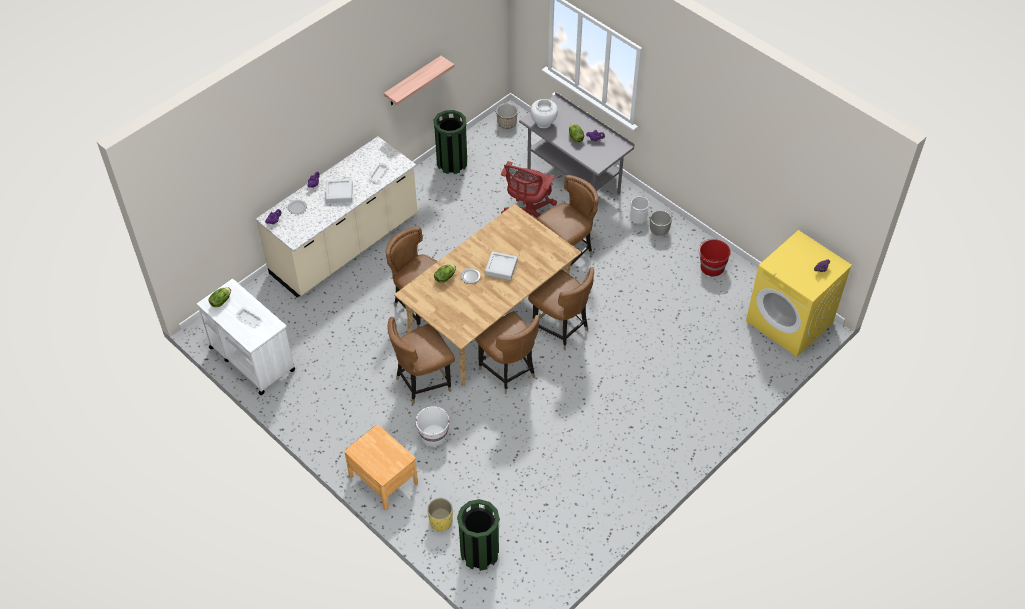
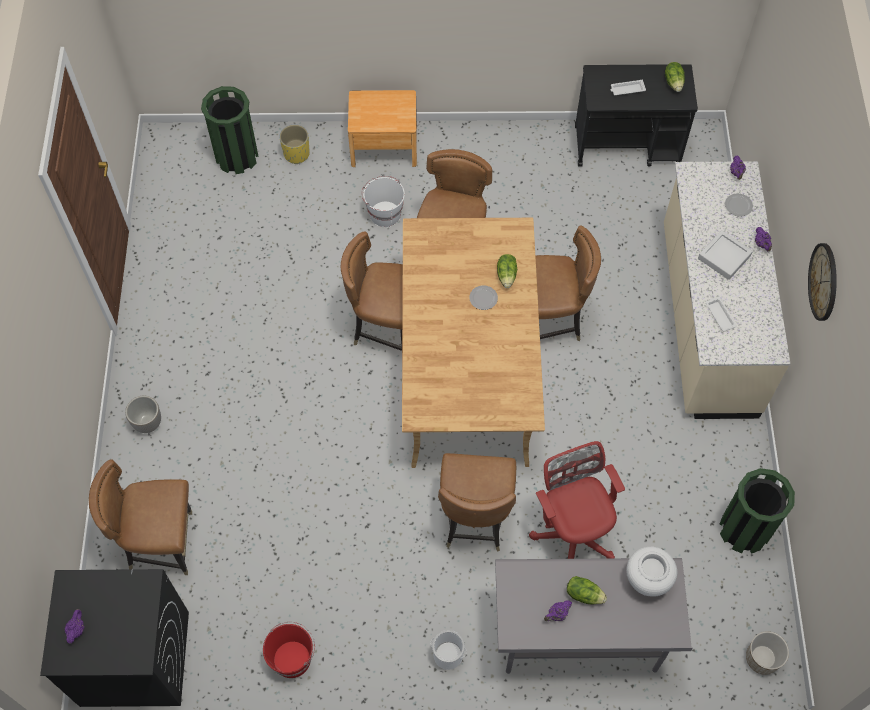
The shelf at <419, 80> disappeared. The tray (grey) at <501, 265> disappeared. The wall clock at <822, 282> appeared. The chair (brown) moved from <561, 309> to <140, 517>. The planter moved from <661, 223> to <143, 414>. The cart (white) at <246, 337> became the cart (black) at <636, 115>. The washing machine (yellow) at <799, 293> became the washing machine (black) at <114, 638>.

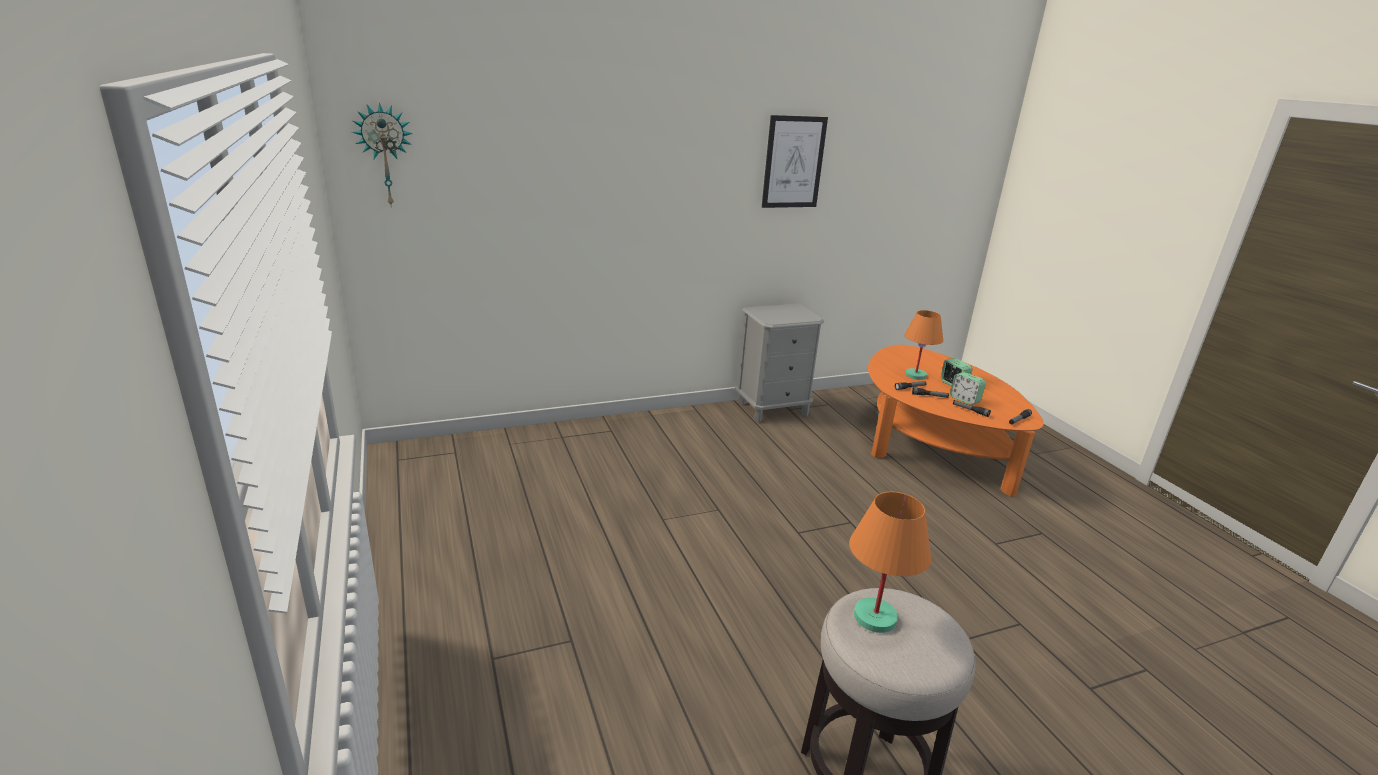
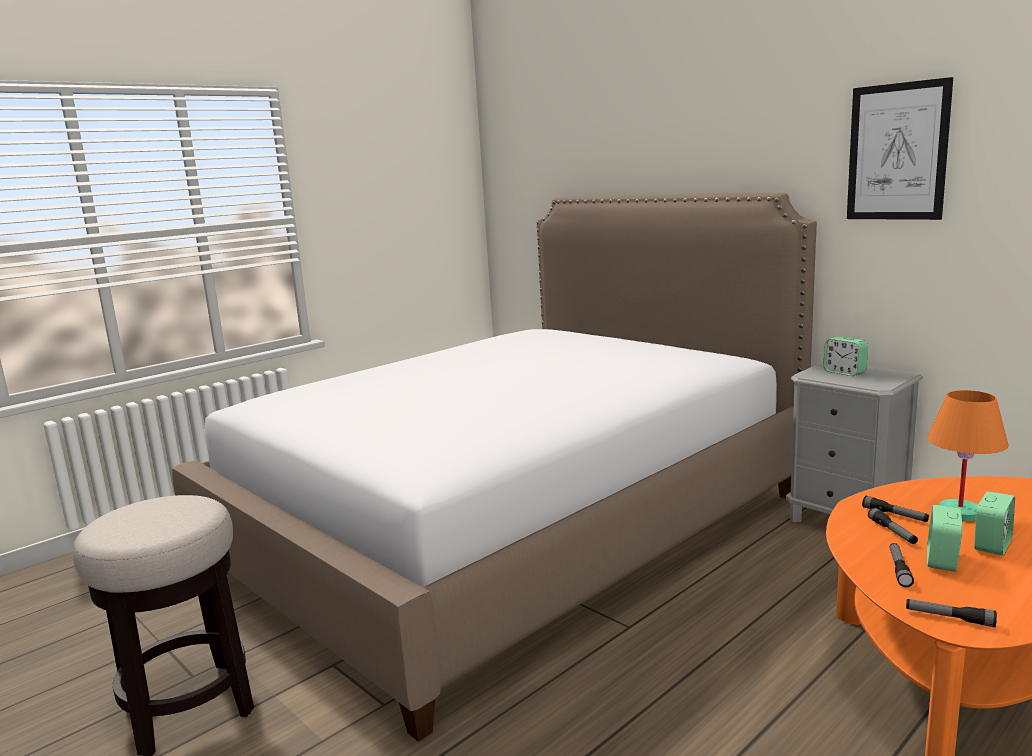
The wall clock at <382, 155> disappeared. The table lamp (orange) at <890, 562> disappeared. The bed at <494, 467> appeared. The alarm clock at <845, 356> appeared.

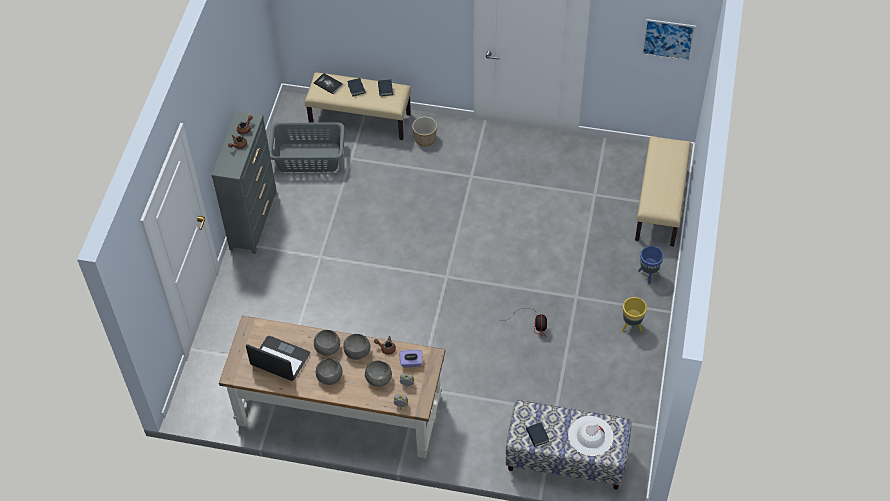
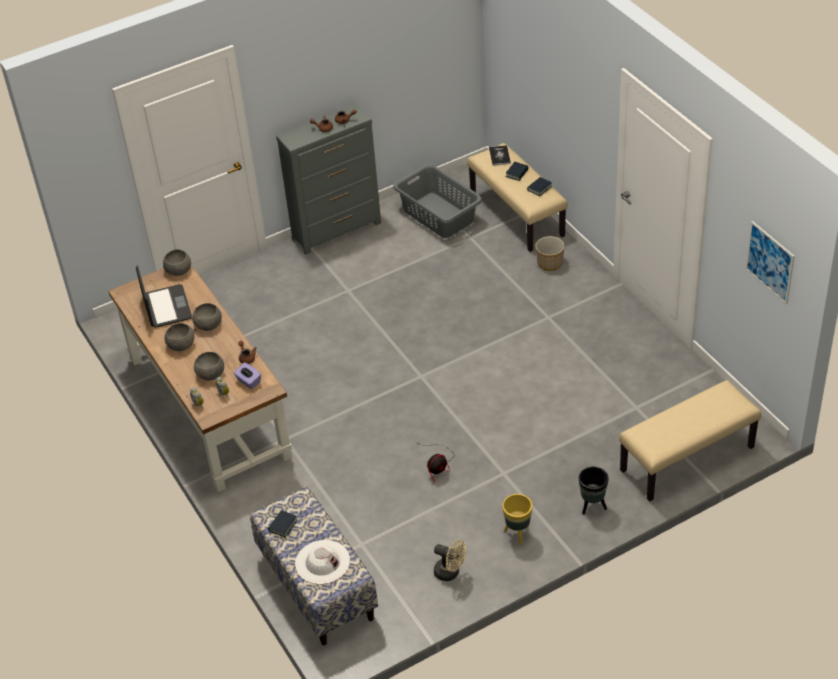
The fan (beige) at <450, 560> appeared. The bowl (grey) moved from <357, 347> to <177, 262>. The planter (blue) at <651, 265> became the planter (black) at <593, 491>.

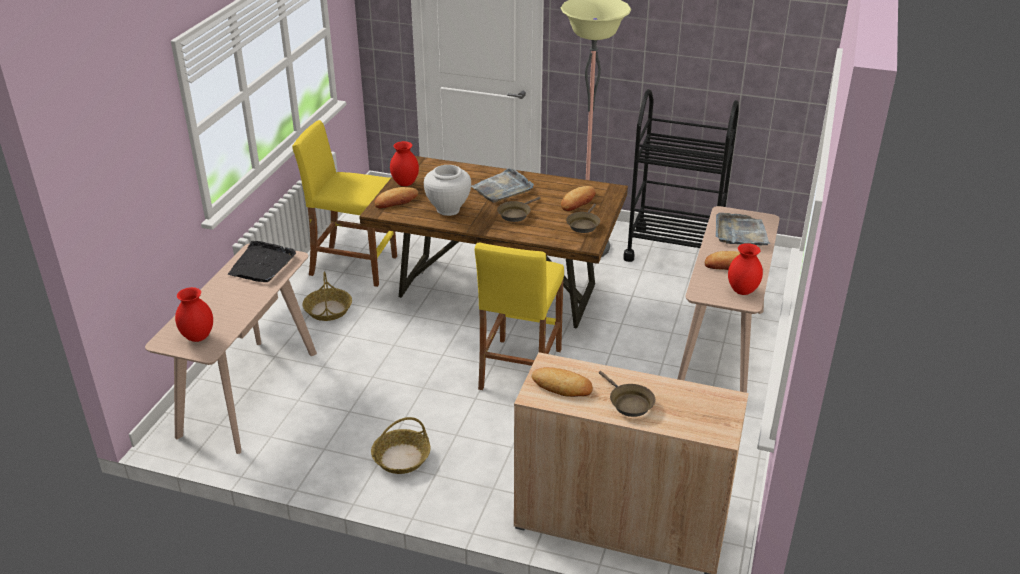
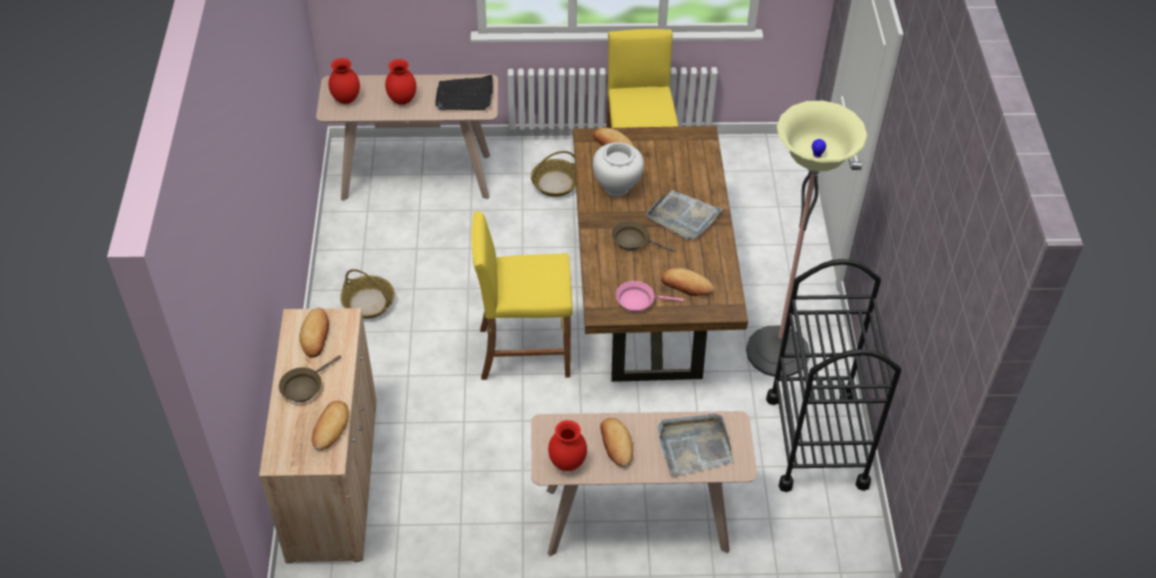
The bread at <330, 425> appeared. The vase (red) moved from <404, 163> to <400, 82>. The frying pan (brown) at <583, 218> became the frying pan (pink) at <650, 296>.

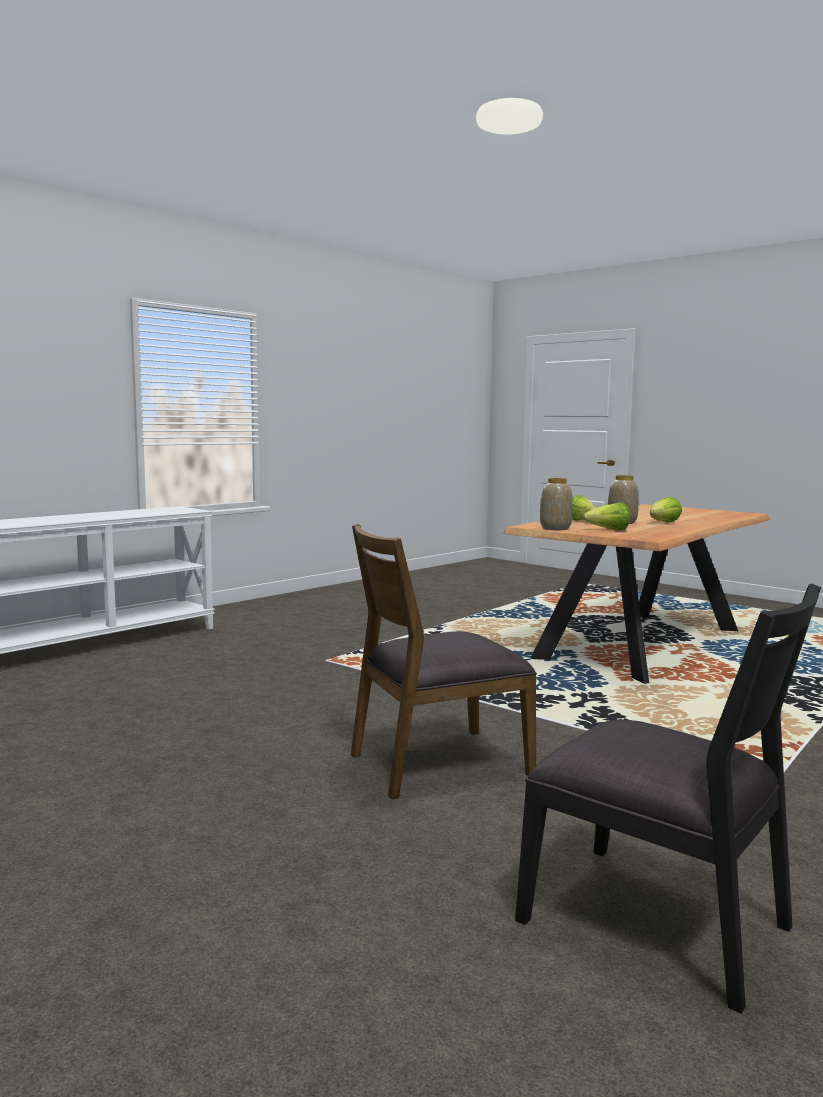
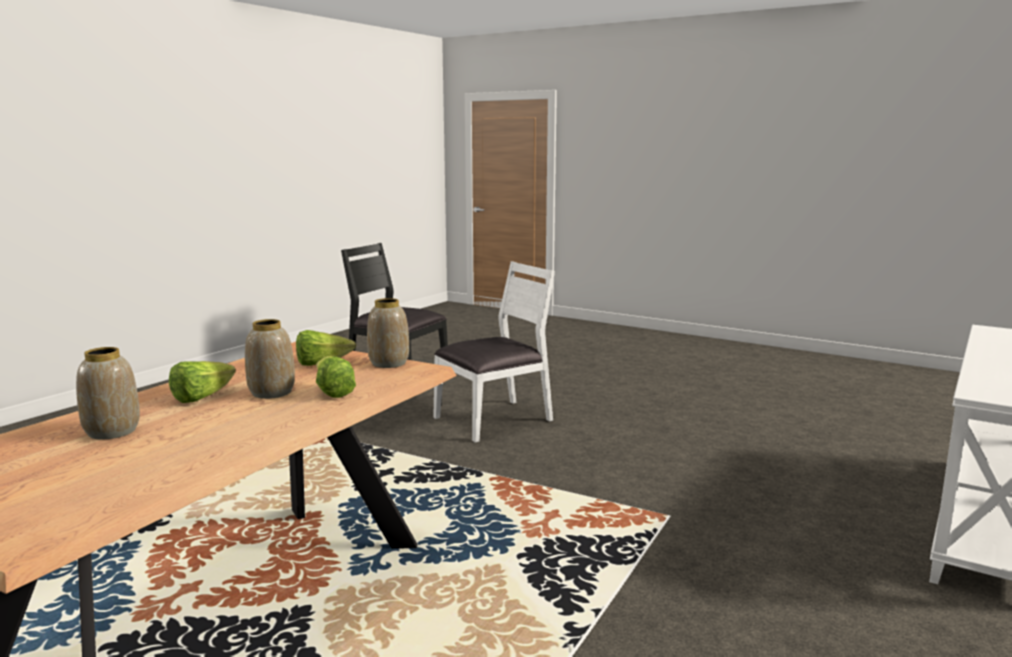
The vase at <108, 393> appeared. The chair (brown) at <444, 661> became the chair (white) at <494, 352>.

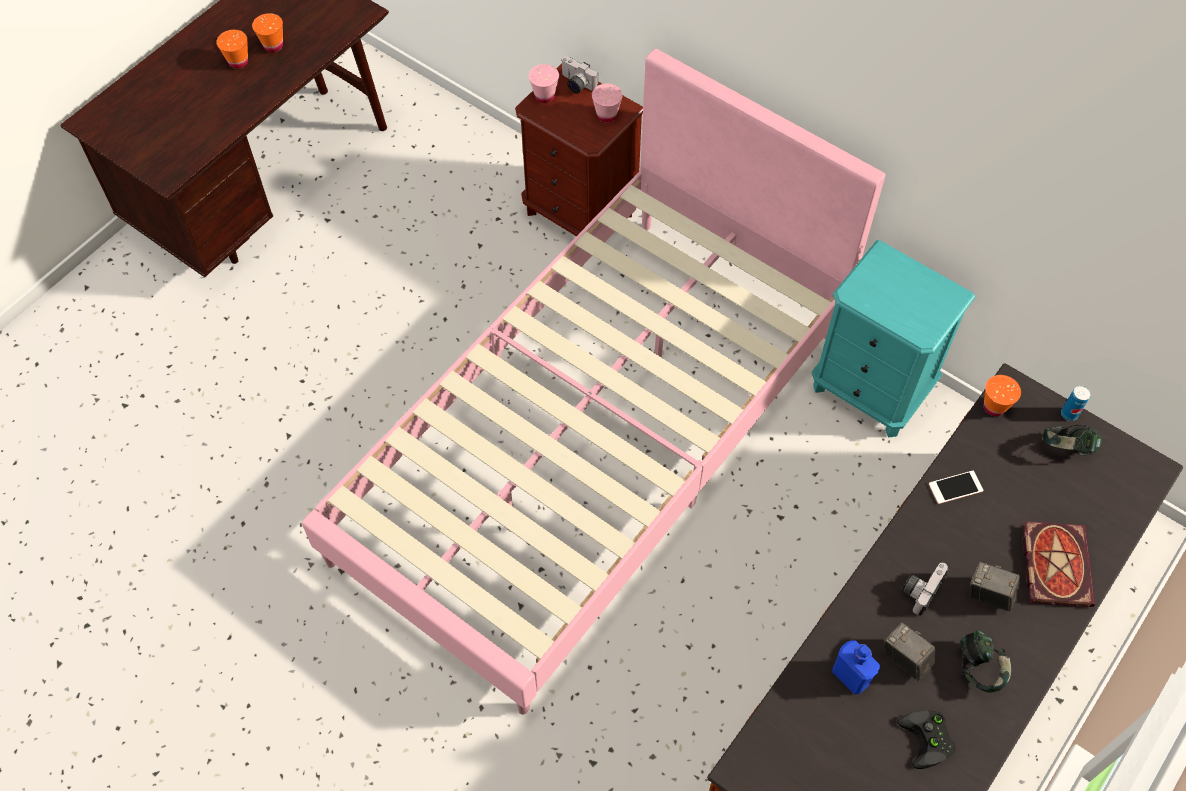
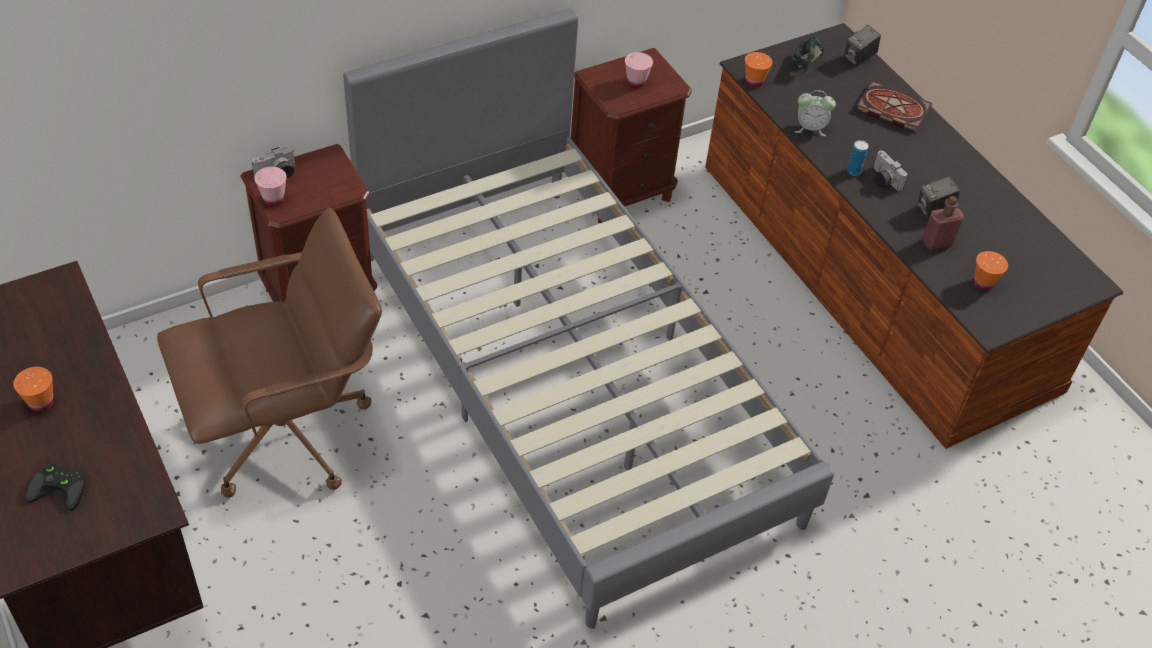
The headphones at <985, 661> disappeared. The office chair (brown) at <269, 353> appeared. The cup (orange) moved from <267, 32> to <991, 270>. The cup (pink) moved from <607, 103> to <639, 70>. The game controller (black) moved from <926, 739> to <55, 487>. The photo camera moved from <995, 587> to <862, 45>. The can moved from <1076, 403> to <858, 158>. The phone at <956, 487> was replaced by the alarm clock at <815, 113>. The bed (pink) at <594, 382> became the bed (grey) at <588, 318>. The nightstand (turquoise) at <893, 338> became the nightstand (brown) at <631, 135>. The bottle (blue) at <856, 667> became the bottle (red) at <943, 223>.

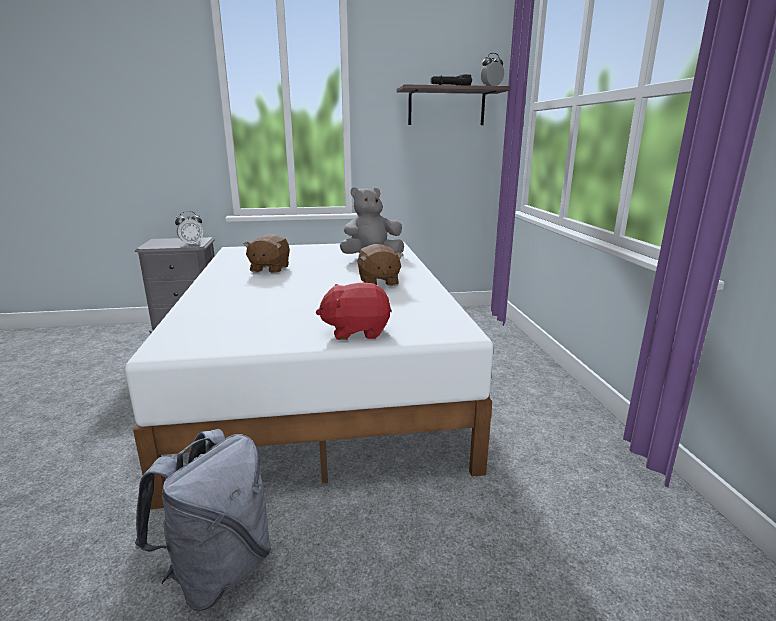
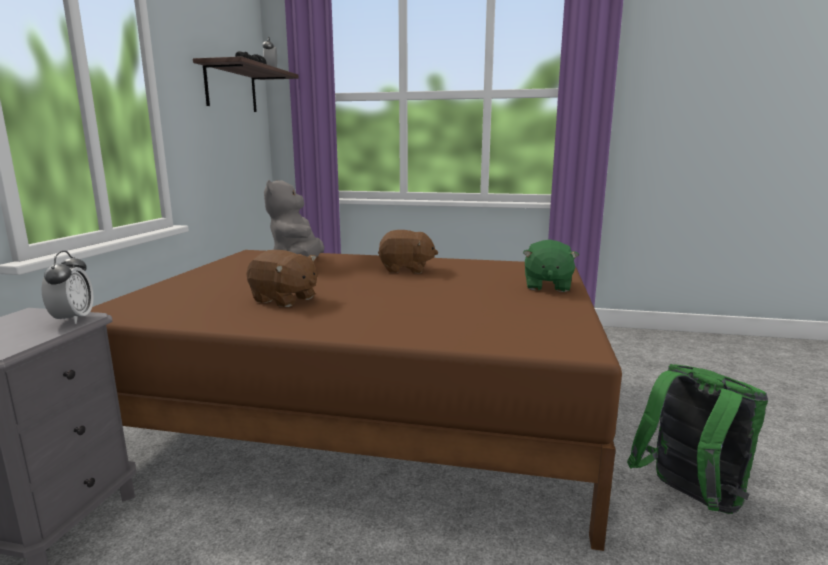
The bed (white) at <309, 375> became the bed (brown) at <356, 400>. The backpack (grey) at <203, 520> became the backpack (green) at <697, 439>. The plush toy (red) at <354, 311> became the plush toy (green) at <551, 266>.

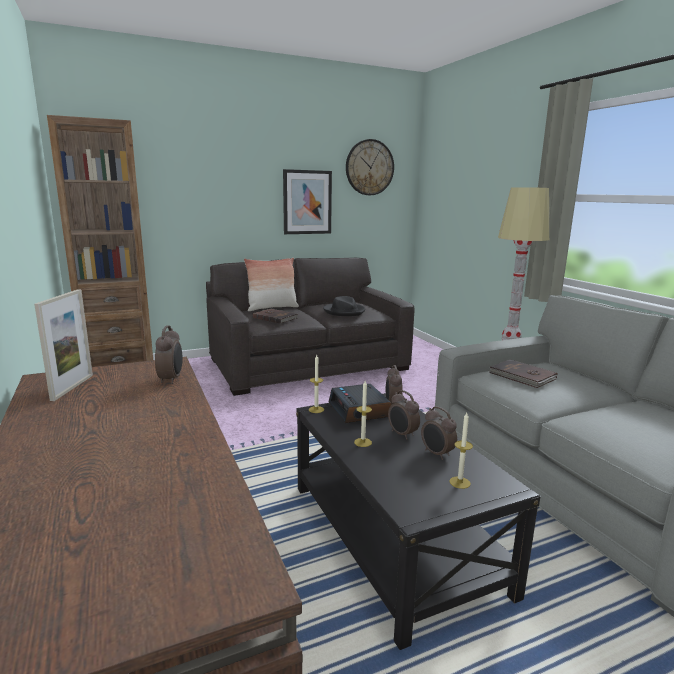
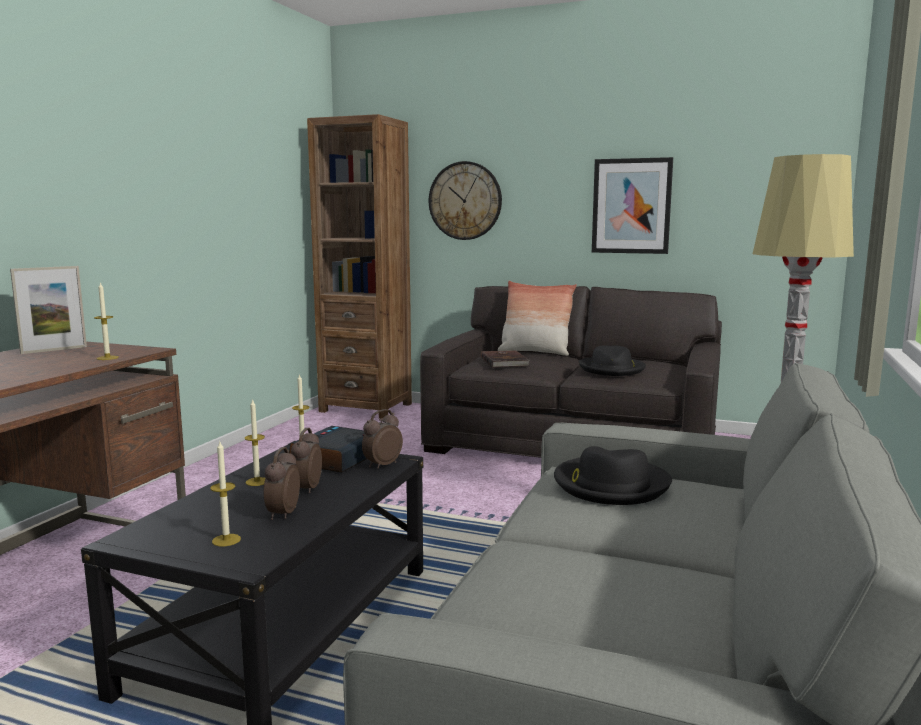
The wall clock moved from <370, 167> to <465, 200>. The alarm clock at <169, 354> was replaced by the candle at <106, 321>. The book (brown) at <523, 373> was replaced by the hat (black) at <613, 475>.

